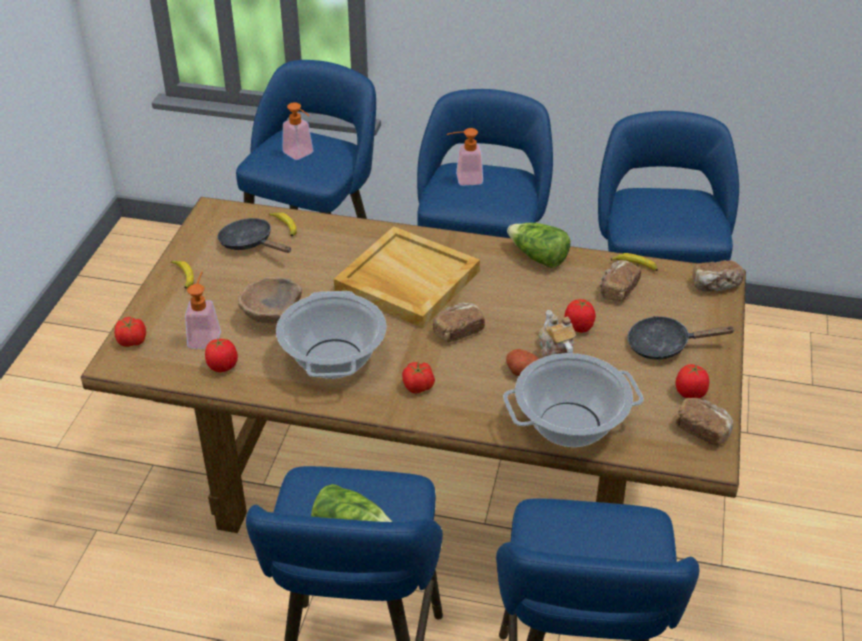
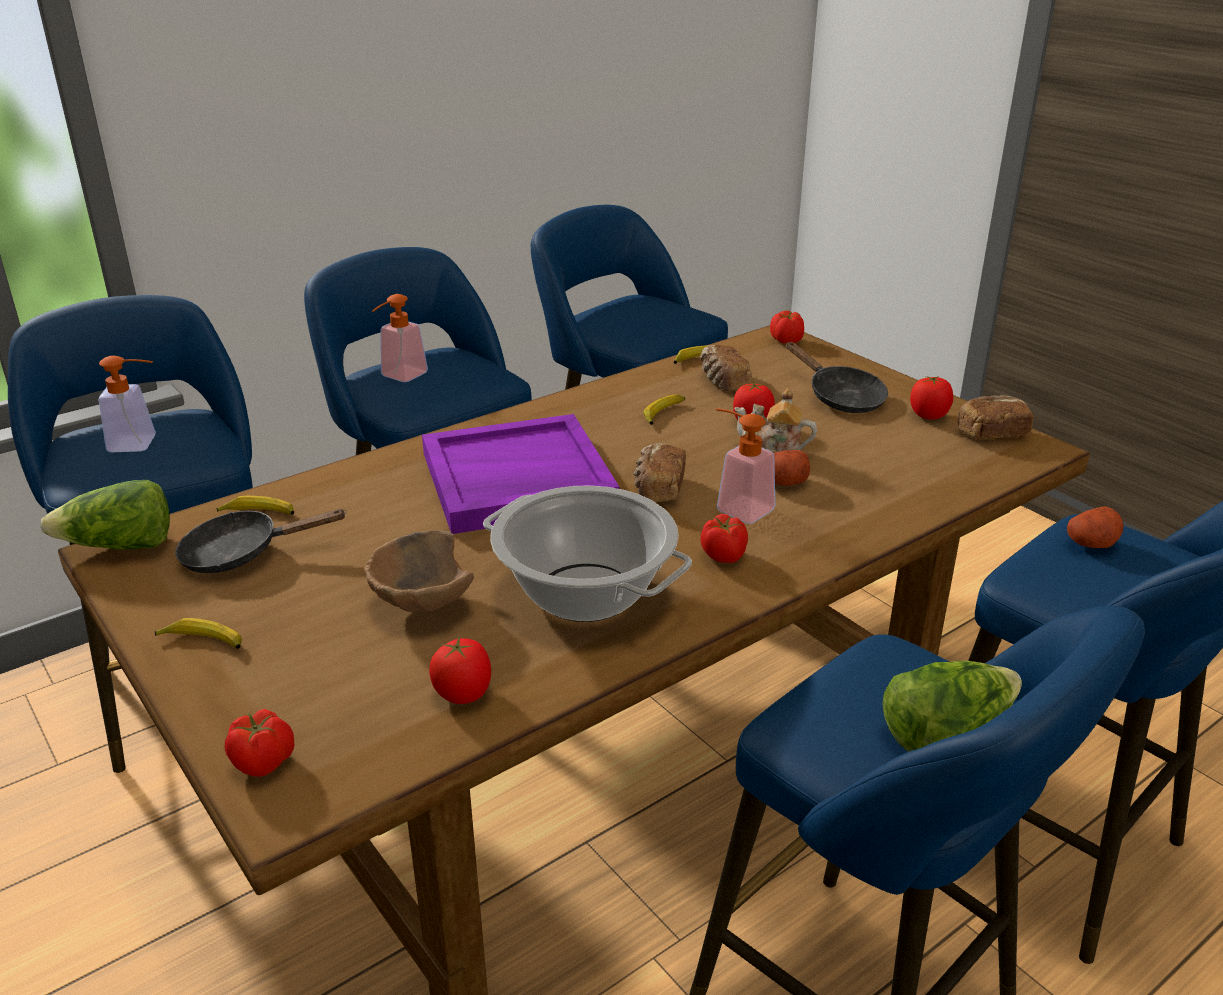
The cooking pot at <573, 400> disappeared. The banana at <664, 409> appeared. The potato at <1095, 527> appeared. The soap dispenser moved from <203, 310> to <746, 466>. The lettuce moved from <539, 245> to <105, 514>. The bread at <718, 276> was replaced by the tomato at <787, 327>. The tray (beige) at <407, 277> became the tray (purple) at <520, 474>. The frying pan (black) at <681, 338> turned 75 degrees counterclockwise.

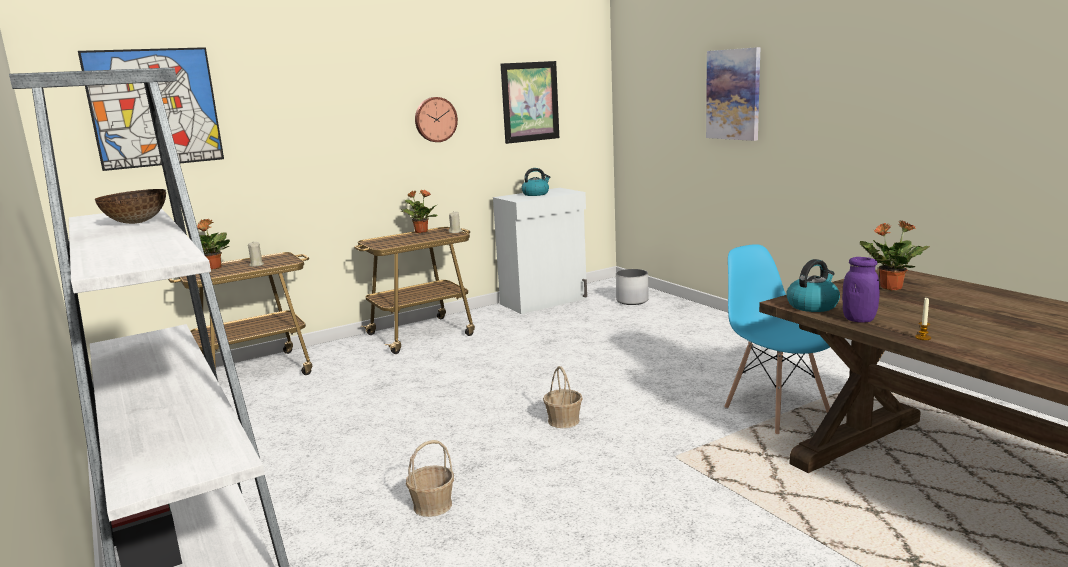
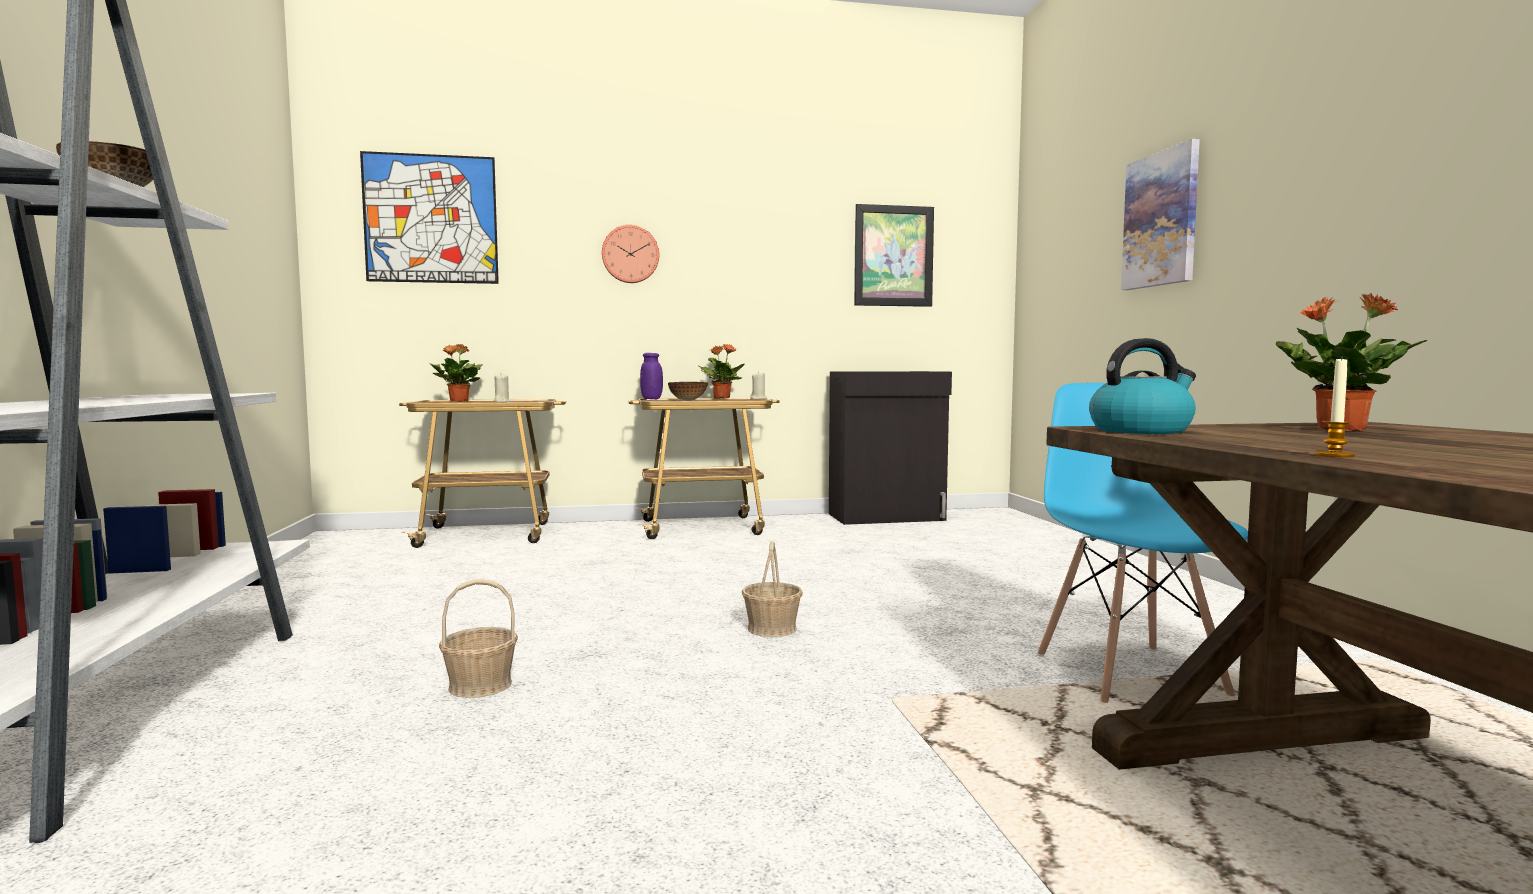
The kettle at <535, 182> disappeared. The planter (white) at <632, 287> disappeared. The bowl at <688, 391> appeared. The wall clock moved from <436, 119> to <630, 254>. The jar (purple) moved from <861, 290> to <651, 376>. The cabinet (white) at <540, 251> became the cabinet (black) at <890, 448>.

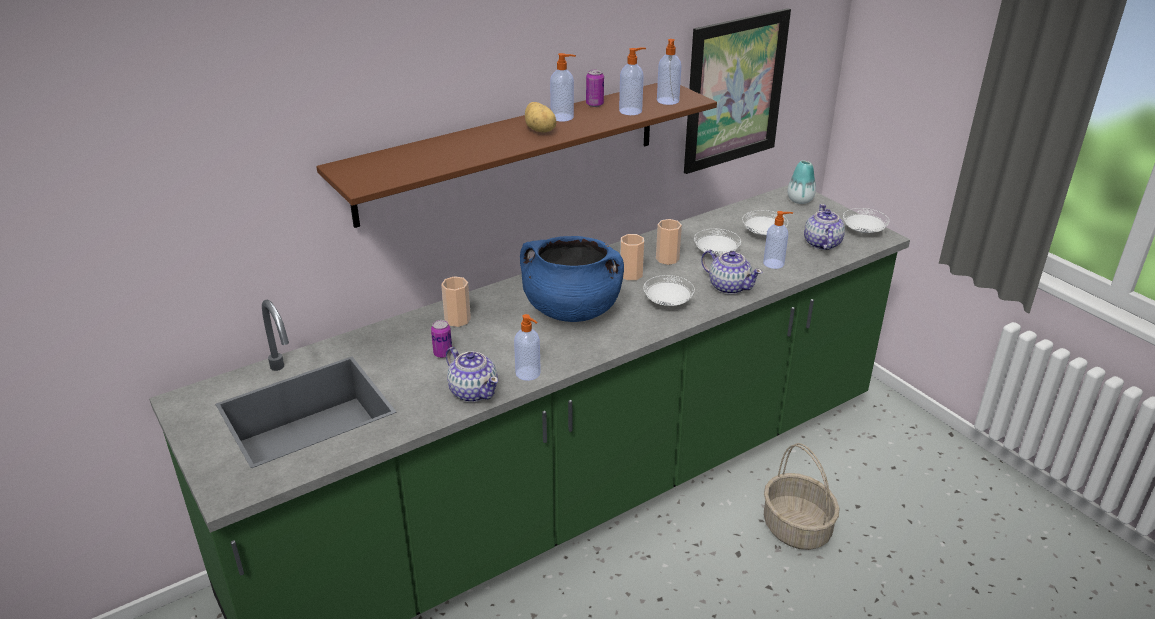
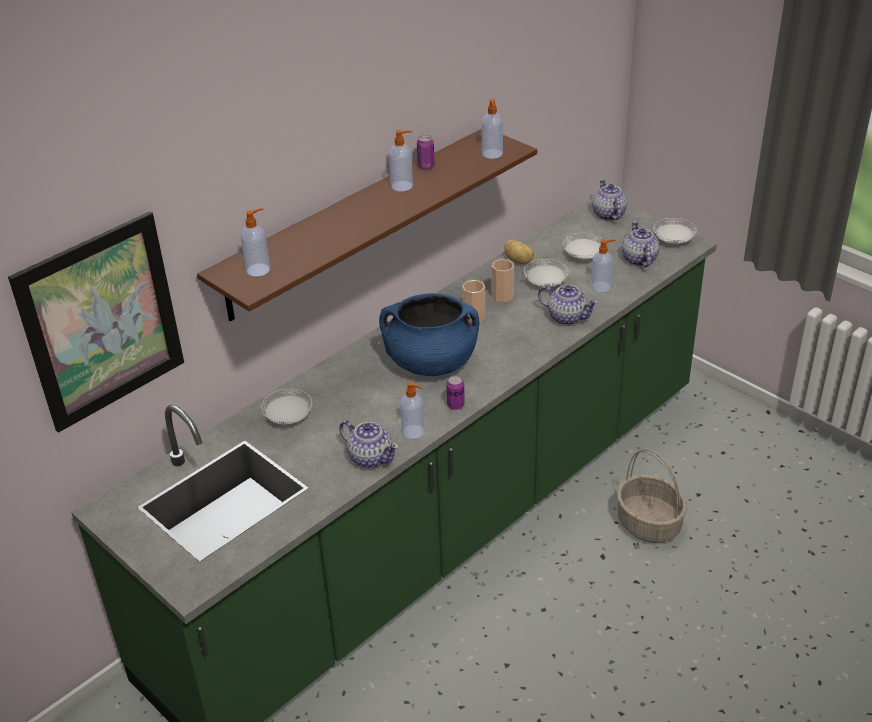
The cup at <456, 301> disappeared. The can moved from <441, 339> to <455, 393>. The potato moved from <540, 117> to <519, 252>. The soap dispenser moved from <632, 81> to <255, 242>. The plate (white) moved from <669, 290> to <286, 406>. The picture moved from <737, 91> to <96, 322>. The vase at <801, 182> was replaced by the teapot at <609, 199>.

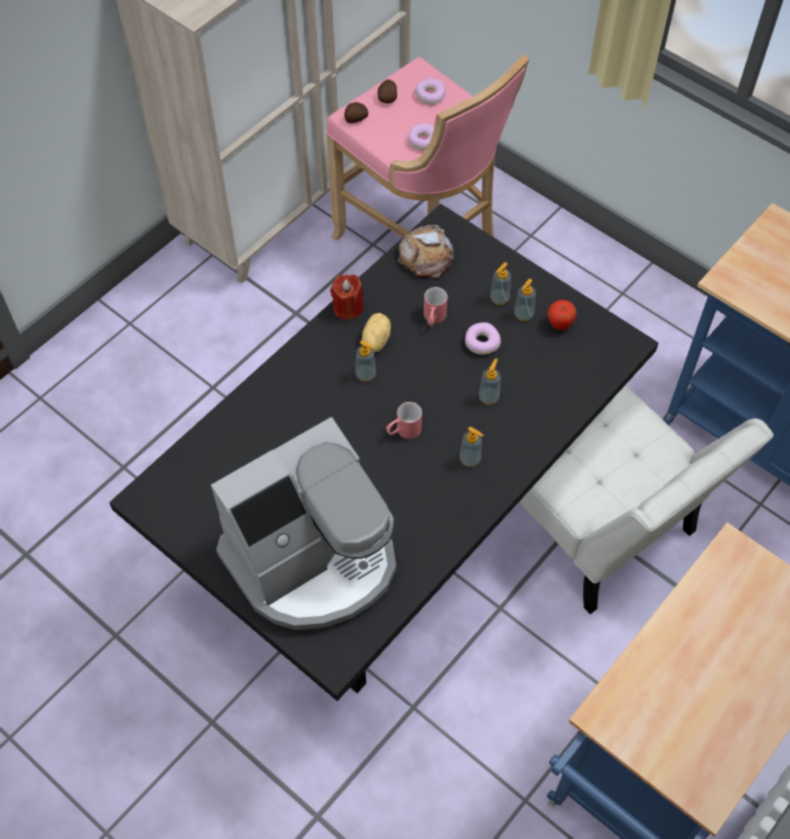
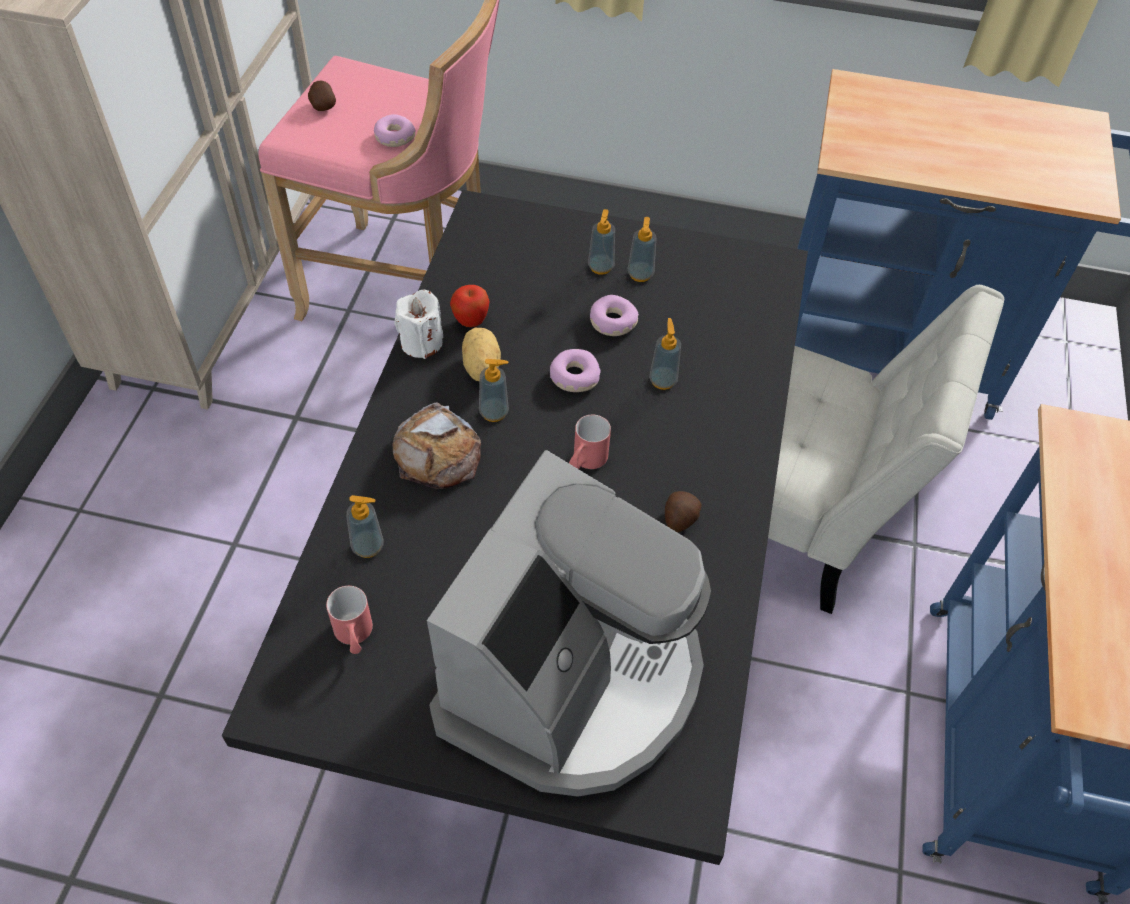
The potato moved from <356, 112> to <683, 512>. The bread moved from <426, 251> to <436, 446>. The donut moved from <430, 91> to <575, 370>. The mug (red) moved from <436, 306> to <349, 620>. The soap dispenser moved from <471, 447> to <364, 526>. The apple moved from <562, 315> to <470, 306>. The candle (red) at <347, 298> became the candle (white) at <419, 324>.

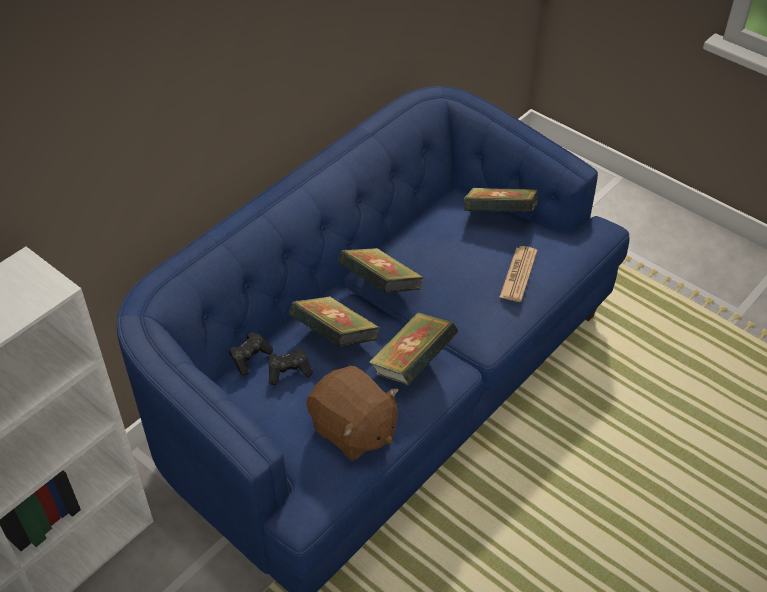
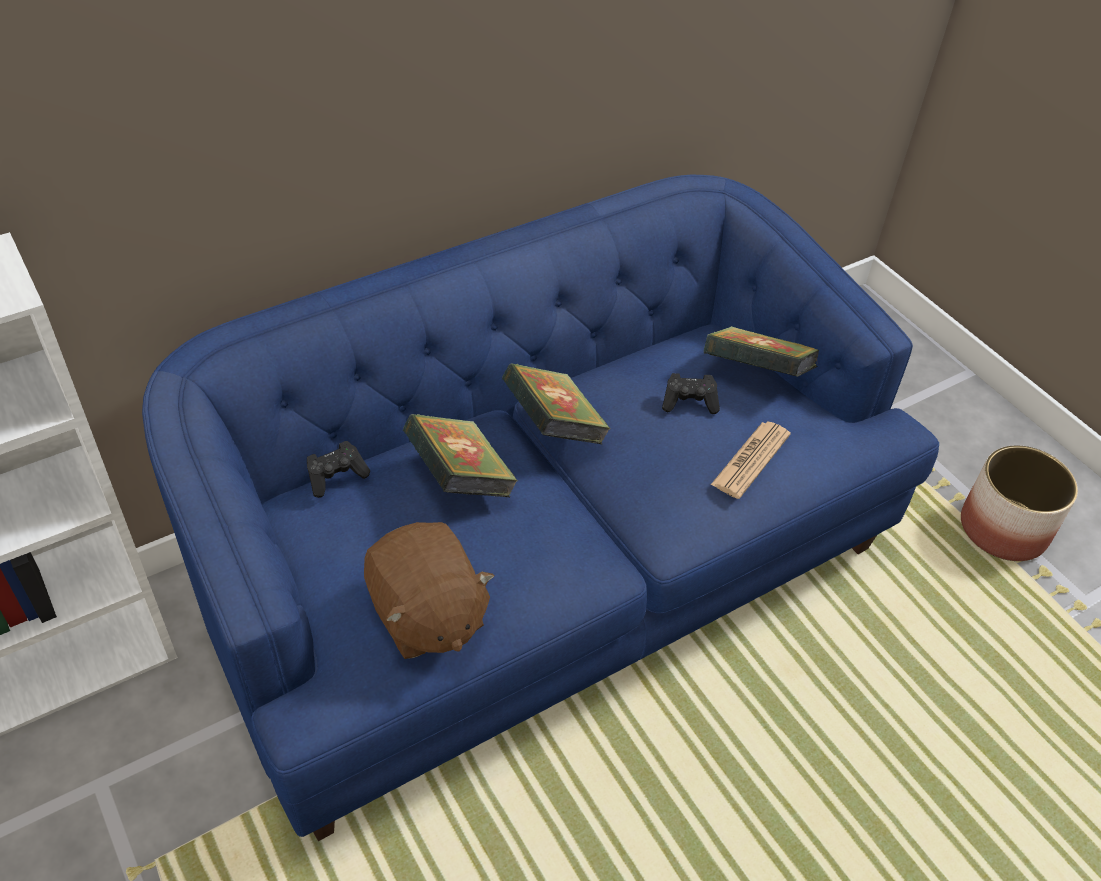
The book at <413, 348> disappeared. The planter at <1019, 503> appeared. The game controller (black) moved from <290, 366> to <691, 393>.

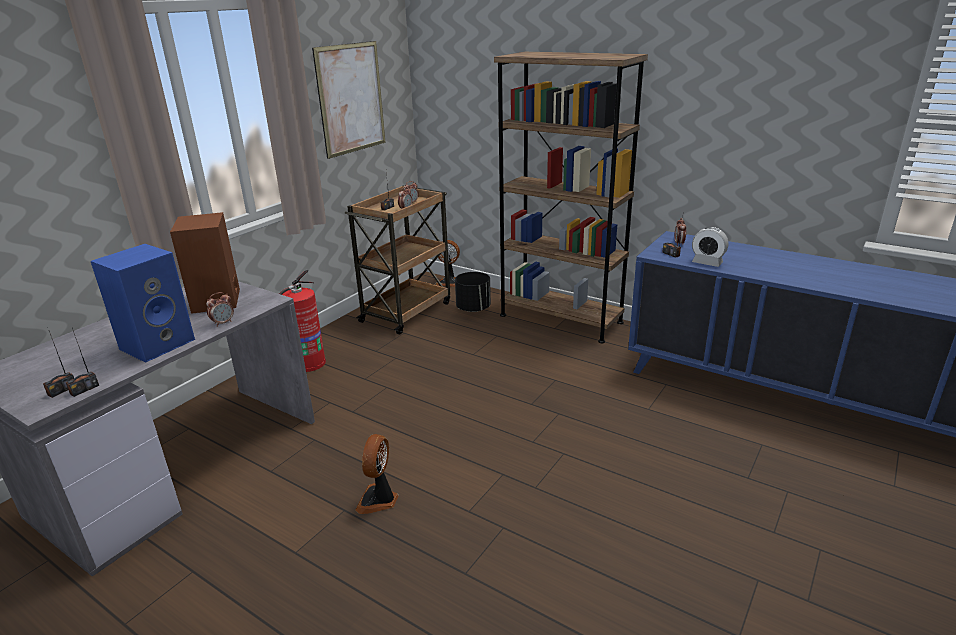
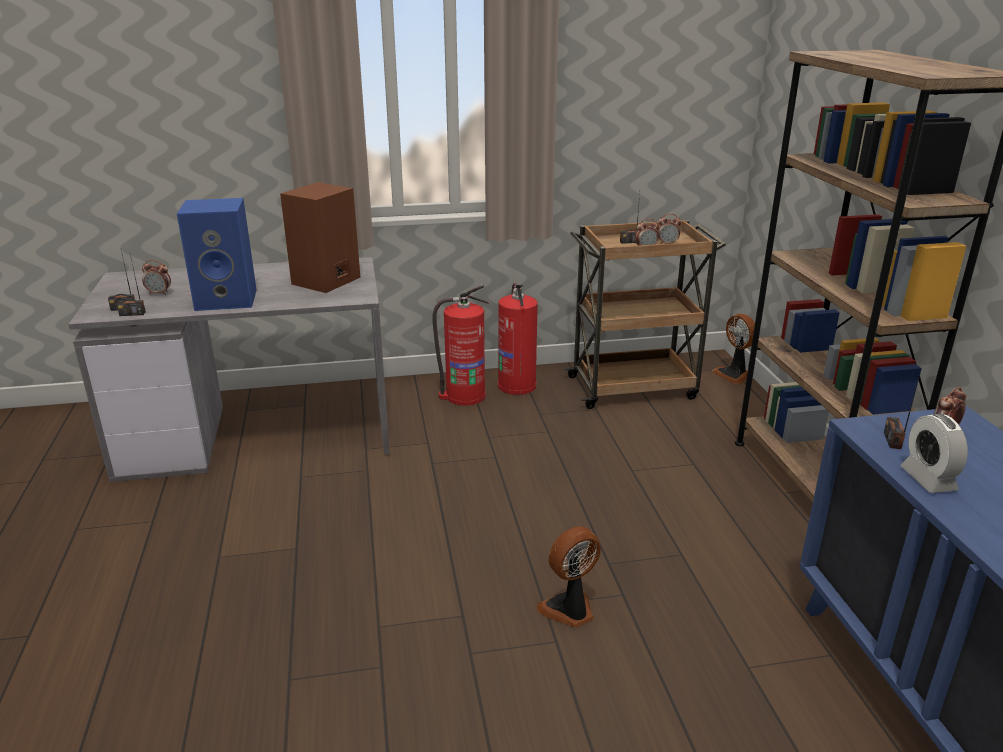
The picture at <348, 100> disappeared. The planter (black) at <473, 292> disappeared. The fire extinguisher at <518, 339> appeared. The alarm clock moved from <220, 309> to <156, 277>. The fan moved from <376, 474> to <568, 576>.

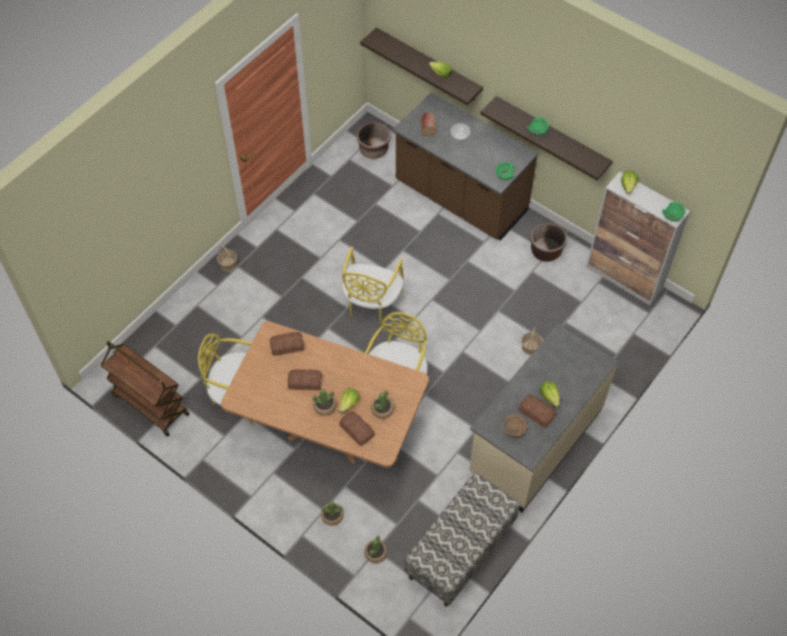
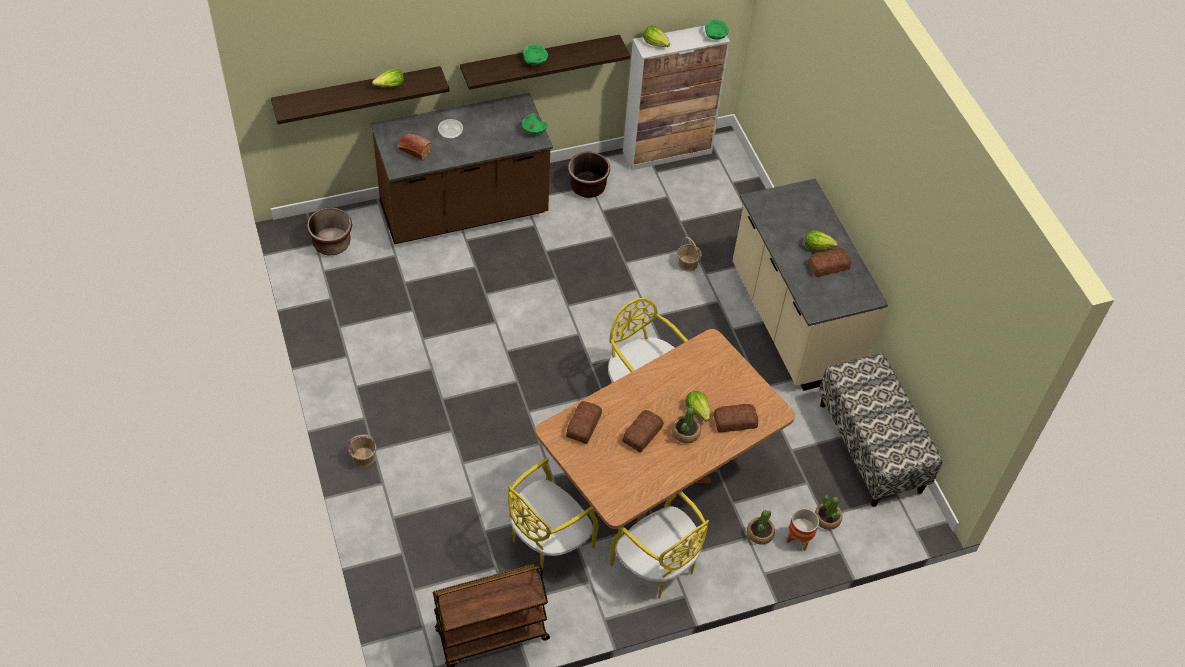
The potted plant at <382, 404> disappeared. The bowl (brown) at <515, 425> disappeared. The planter at <802, 529> appeared. The chair (yellow) moved from <373, 285> to <659, 545>.

